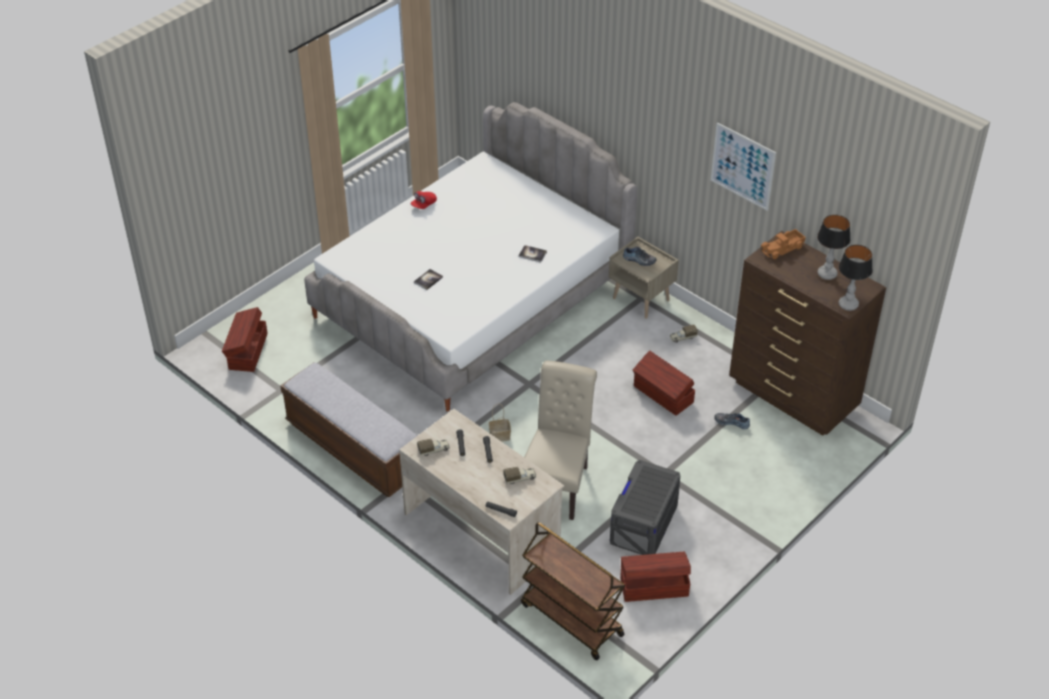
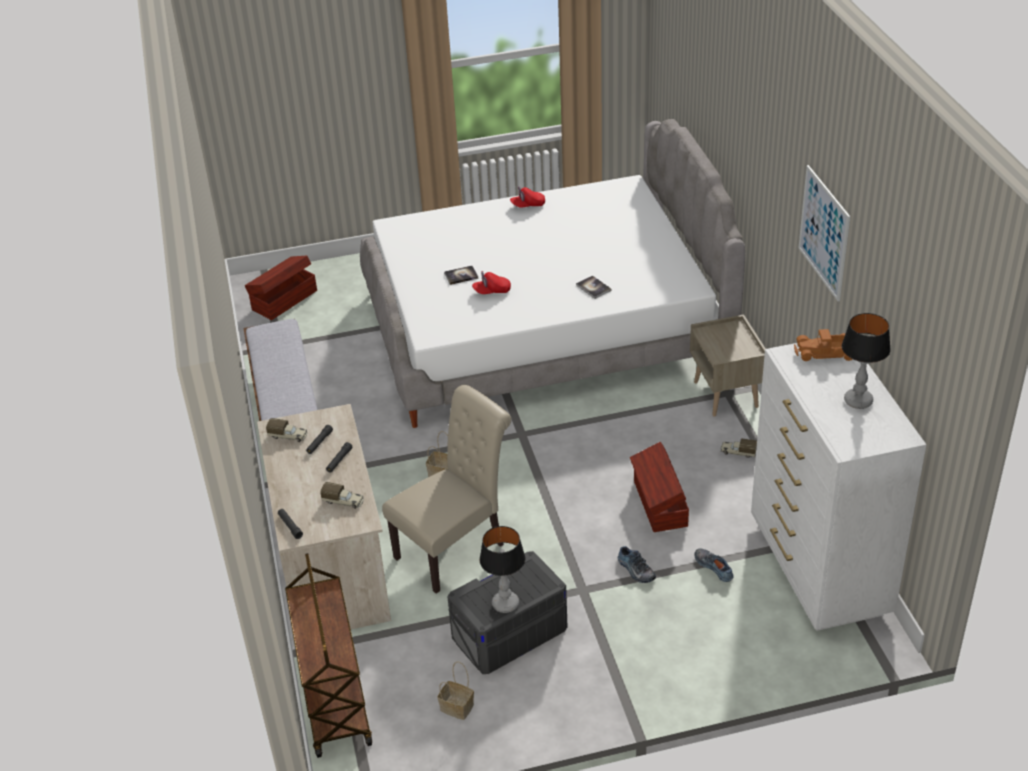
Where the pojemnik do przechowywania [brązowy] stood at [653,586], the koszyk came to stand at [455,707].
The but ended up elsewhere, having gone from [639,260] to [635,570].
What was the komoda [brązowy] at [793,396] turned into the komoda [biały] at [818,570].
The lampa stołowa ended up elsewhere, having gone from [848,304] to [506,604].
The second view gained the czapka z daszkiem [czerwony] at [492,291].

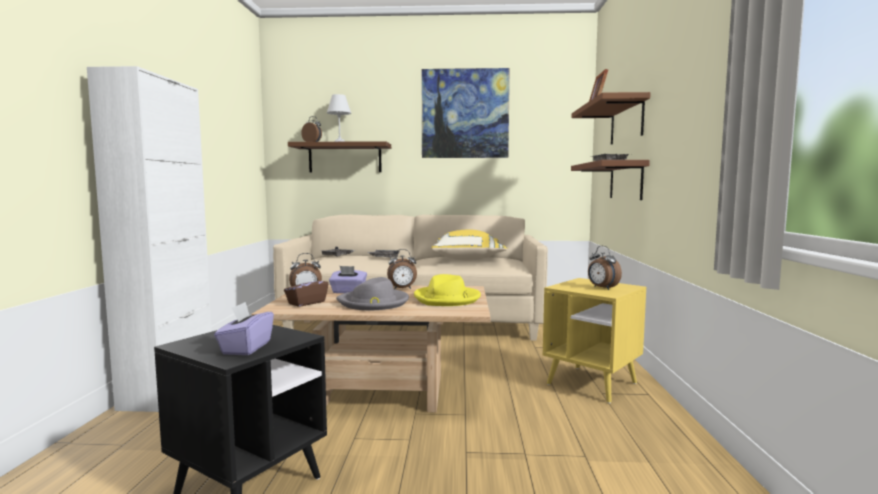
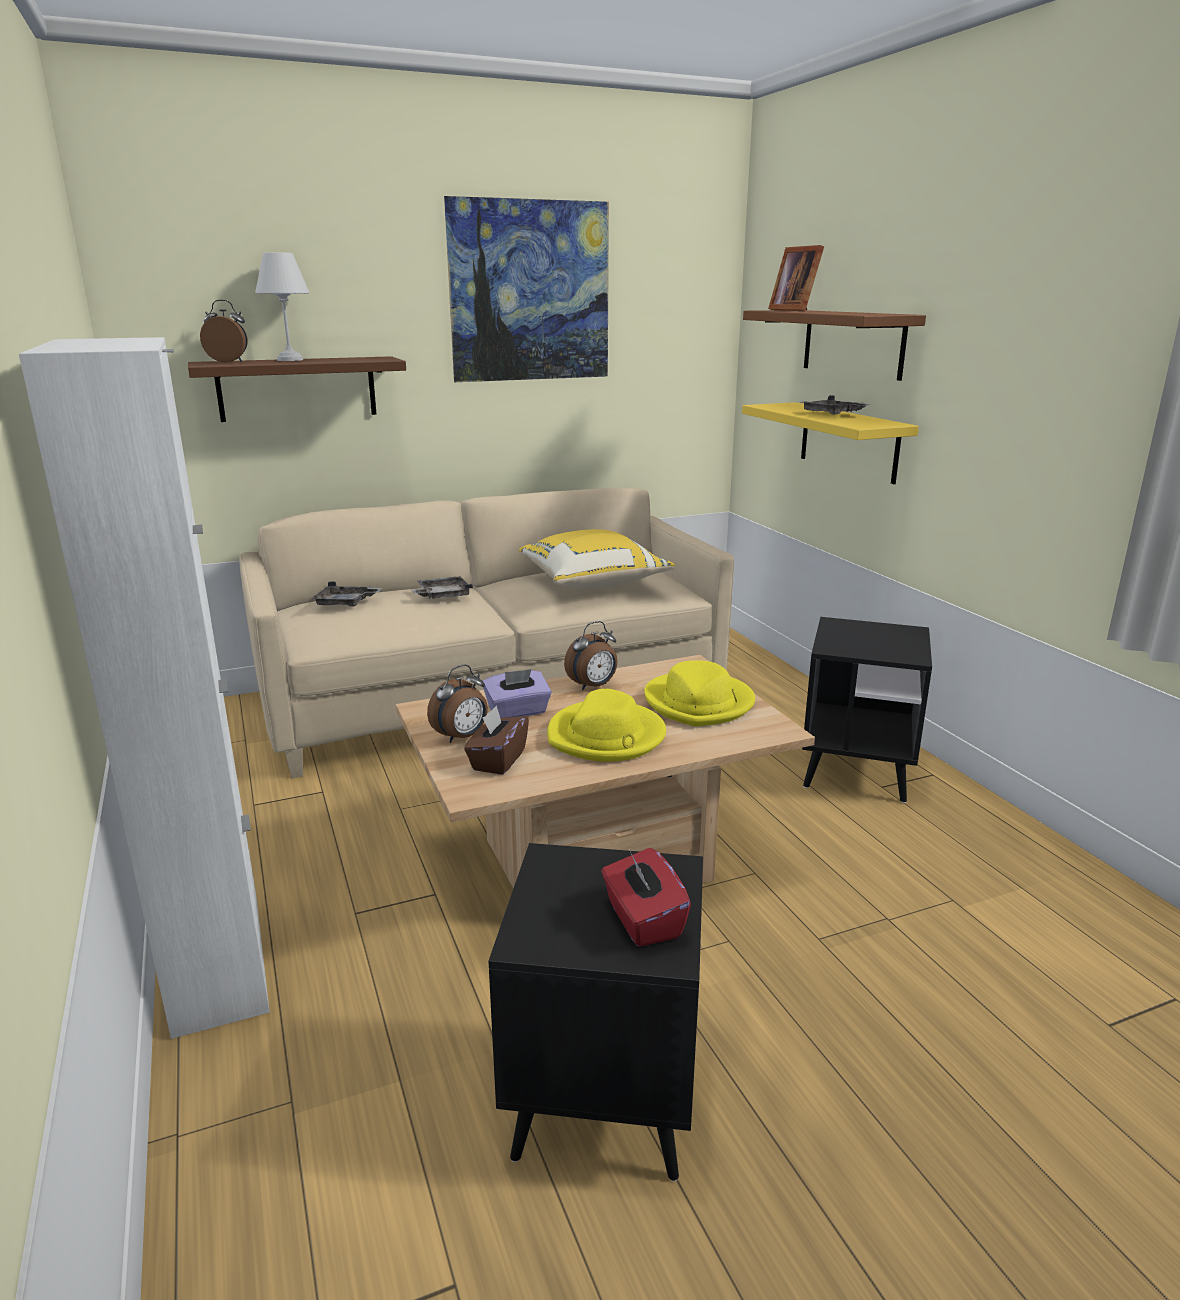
What was the pudełko chusteczek [fioletowy] at [246,348] turned into the pudełko chusteczek [czerwony] at [642,920].
What was the kapelusz [szary] at [374,303] turned into the kapelusz [żółty] at [606,736].
What was the stolik [żółty] at [591,383] turned into the stolik [czarny] at [856,772].
What was the półka [brązowy] at [626,181] turned into the półka [żółty] at [848,441].
The second view lost the budzik at [602,288].

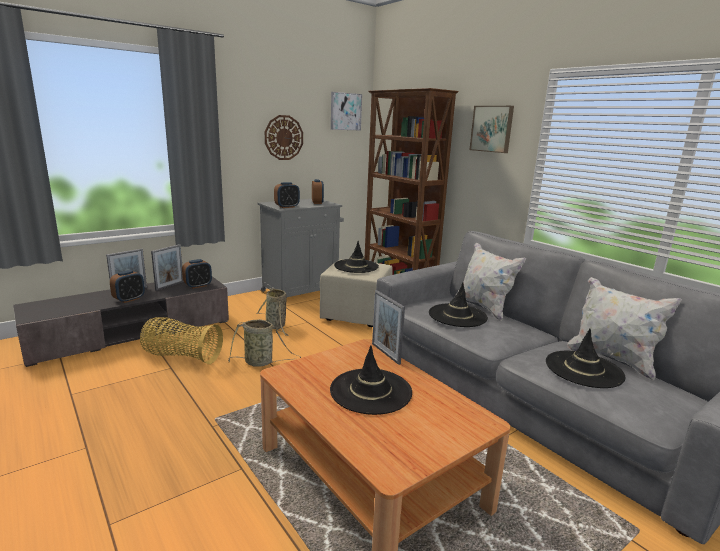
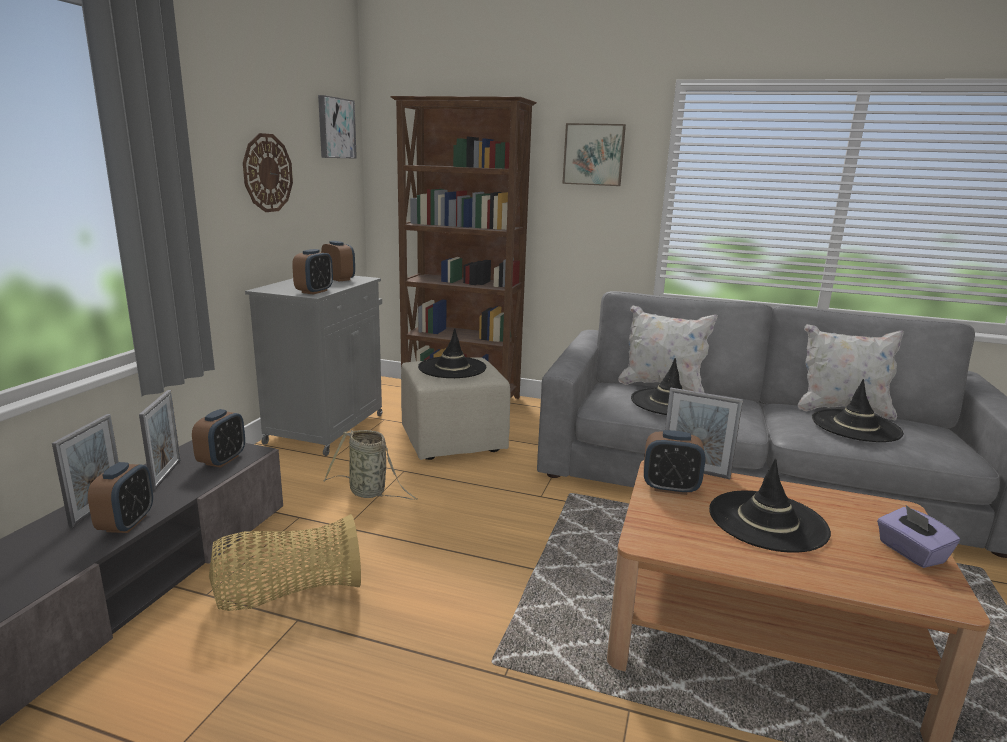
The second view lost the koszyk at [261,362].
The second view gained the budzik at [670,488].
The second view gained the pudełko chusteczek [fioletowy] at [910,552].

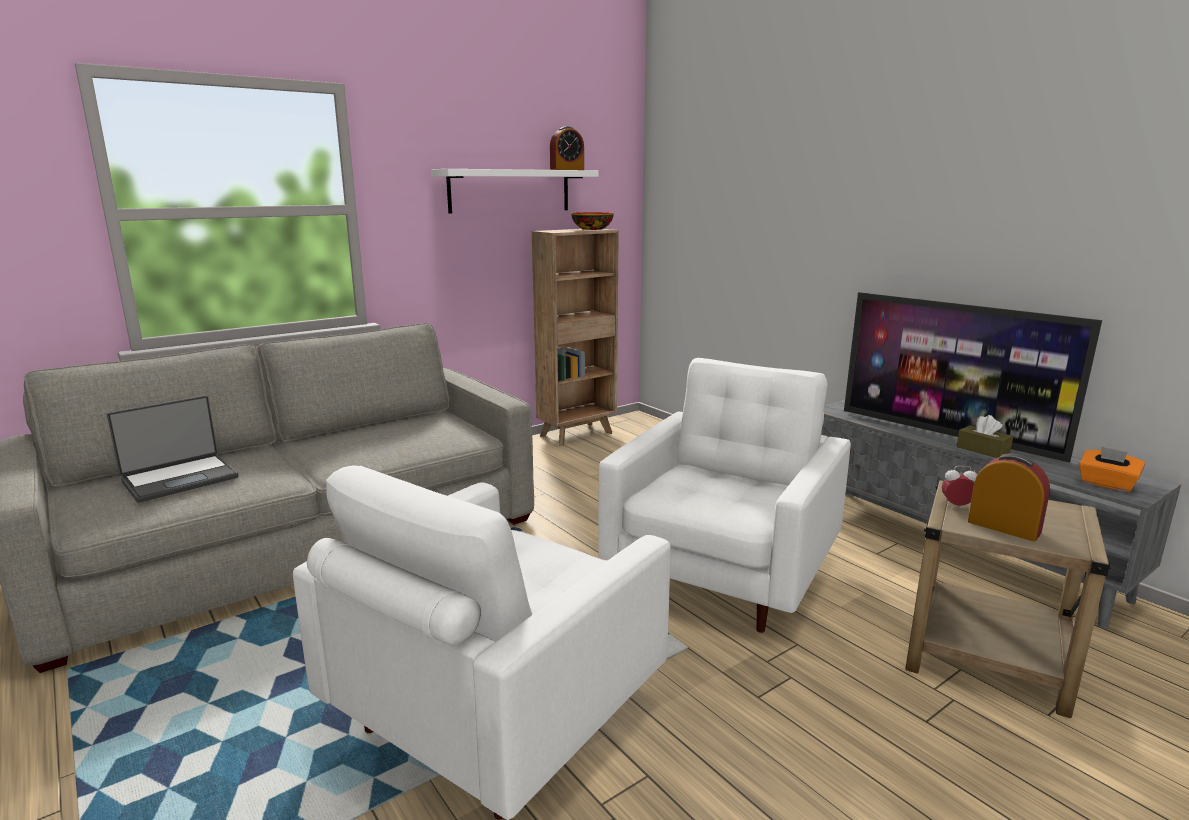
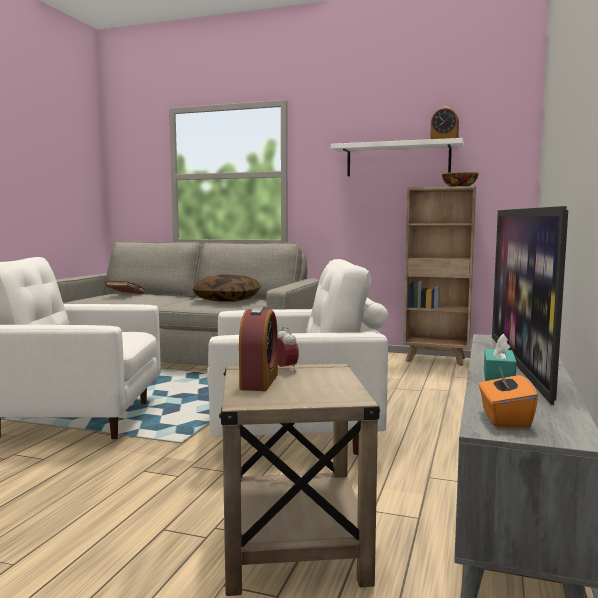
Where the laptop stood at [180,479], the książka [brązowy] came to stand at [126,295].
What was the pudełko chusteczek [brązowy] at [982,450] turned into the pudełko chusteczek [turkusowy] at [498,377].
The second view gained the poduszka at [227,300].

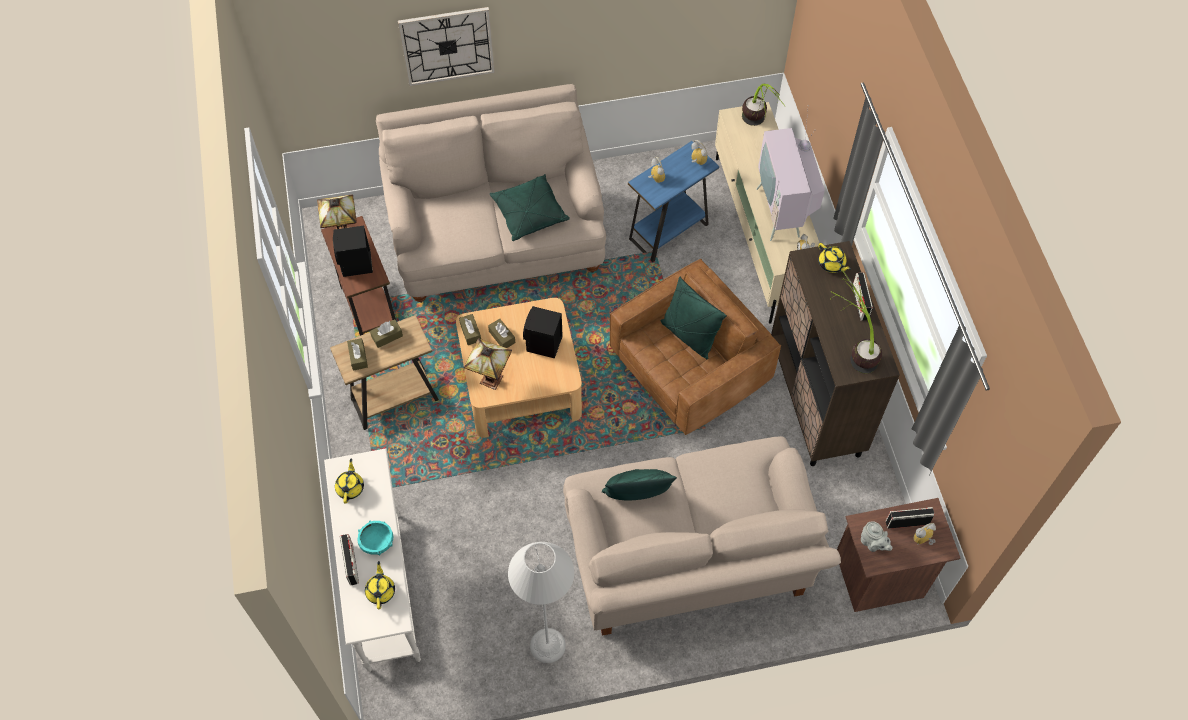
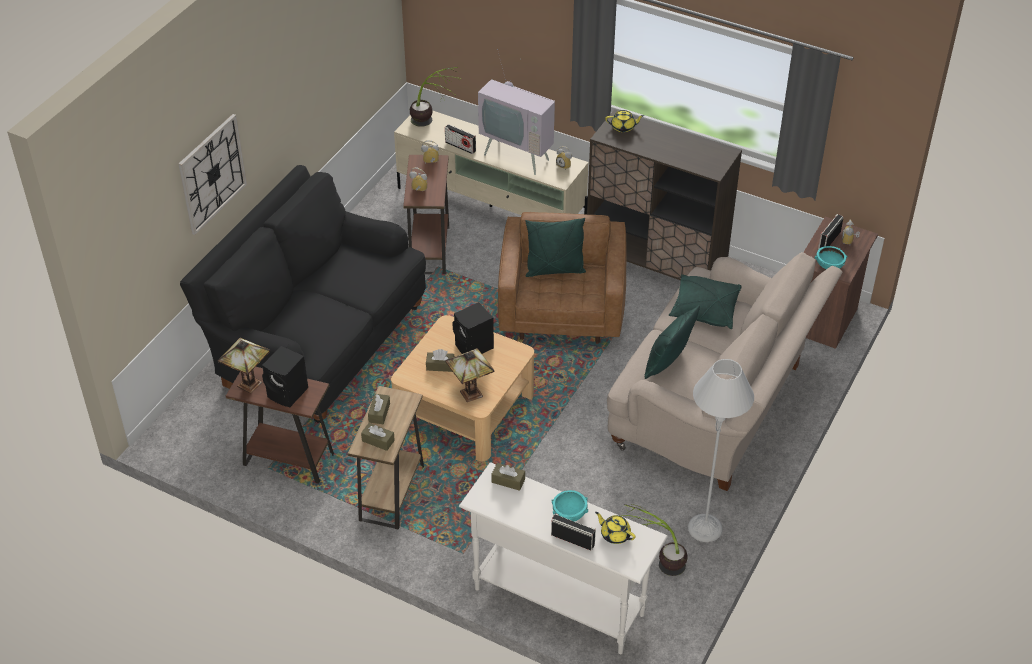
The second view lost the imbryk [żółty] at [350,487].
What was the kanapa [beżowy] at [497,239] turned into the kanapa [czarny] at [317,345].
The pudełko chusteczek [brązowy] ended up elsewhere, having gone from [470,332] to [508,480].
The poduszka [zielony] ended up elsewhere, having gone from [529,214] to [704,310].
What was the stolik [niebieski] at [668,232] turned into the stolik [brązowy] at [429,250].
The roślina doniczkowa ended up elsewhere, having gone from [852,348] to [655,563].
The radio ended up elsewhere, having gone from [860,302] to [460,146].
Where the imbryk [szary] stood at [873,544], the miska [turkusowy] came to stand at [829,265].

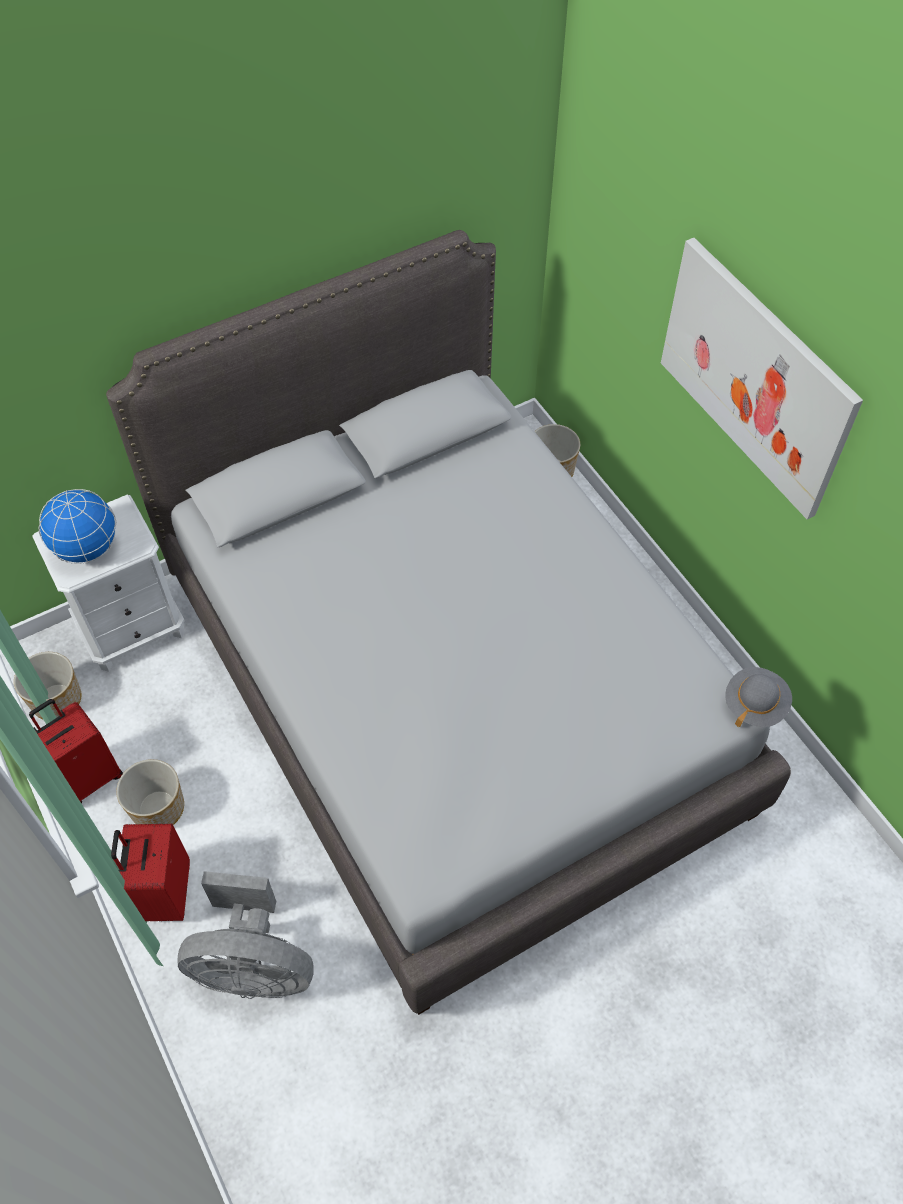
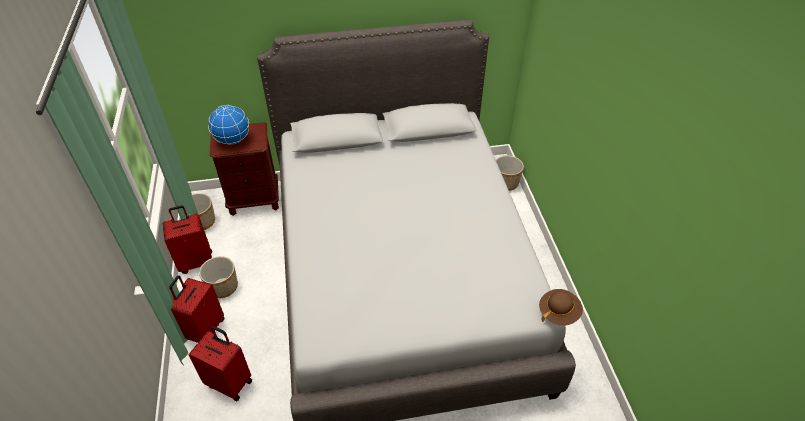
What was the szafka nocna [biały] at [133,629] turned into the szafka nocna [brązowy] at [254,200].
Where the wentylator [szary] stood at [253,966], the walizka [czerwony] came to stand at [230,382].
The second view lost the obraz at [755,377].
What was the kapelusz [szary] at [754,704] turned into the kapelusz [brązowy] at [558,312].

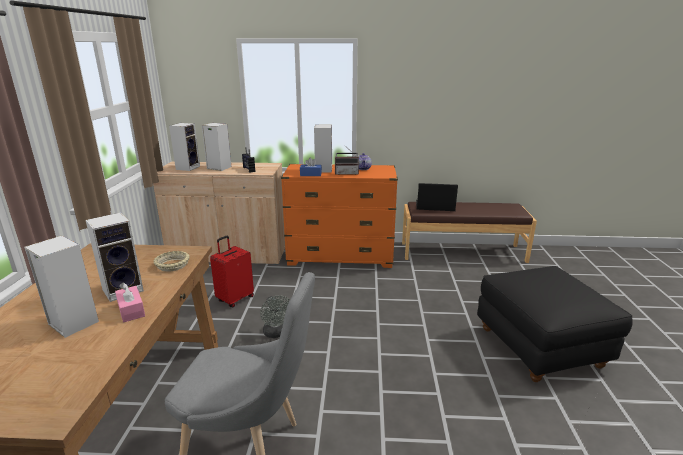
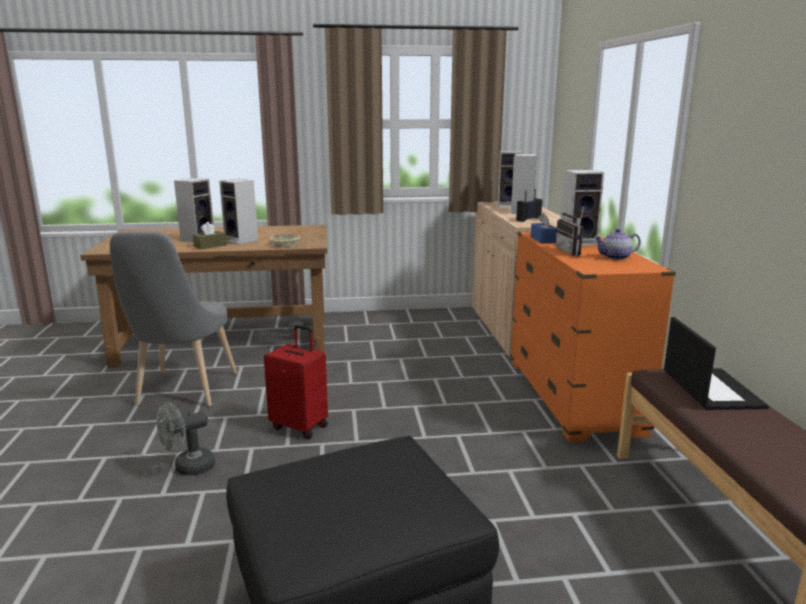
What was the pudełko chusteczek [różowy] at [131,310] turned into the pudełko chusteczek [brązowy] at [210,246].
The walizka [czerwony] ended up elsewhere, having gone from [235,299] to [300,426].
The wentylator [szary] ended up elsewhere, having gone from [276,333] to [188,468].

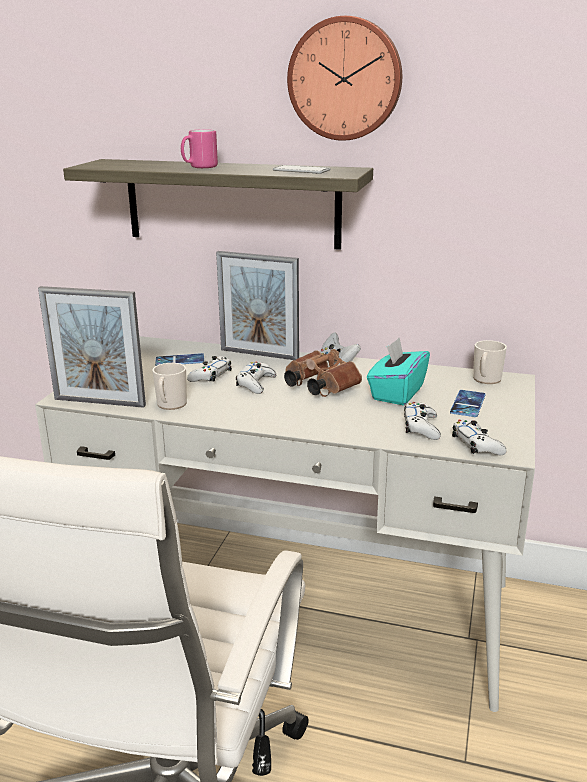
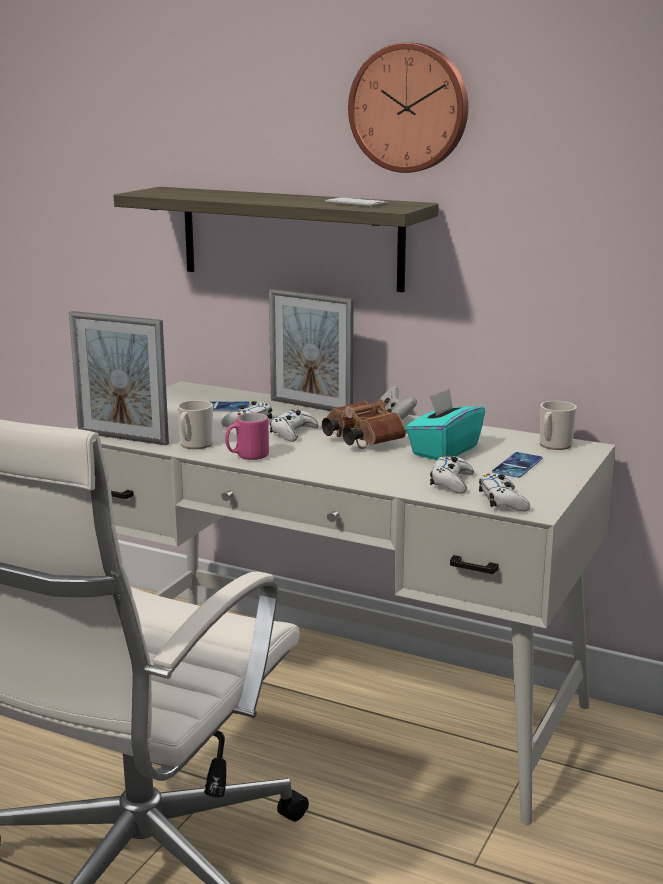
The kubek [różowy] ended up elsewhere, having gone from [199,167] to [247,456].

